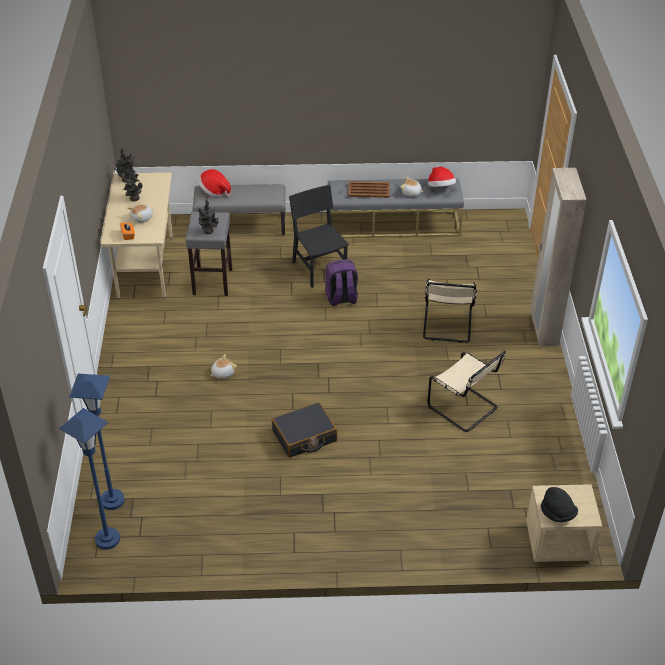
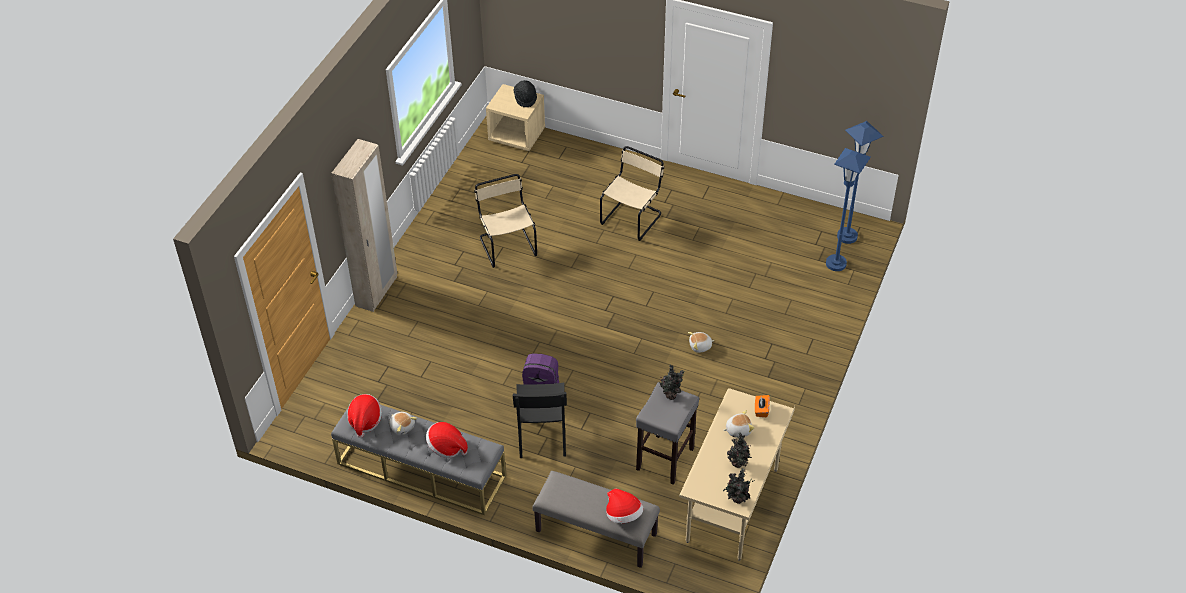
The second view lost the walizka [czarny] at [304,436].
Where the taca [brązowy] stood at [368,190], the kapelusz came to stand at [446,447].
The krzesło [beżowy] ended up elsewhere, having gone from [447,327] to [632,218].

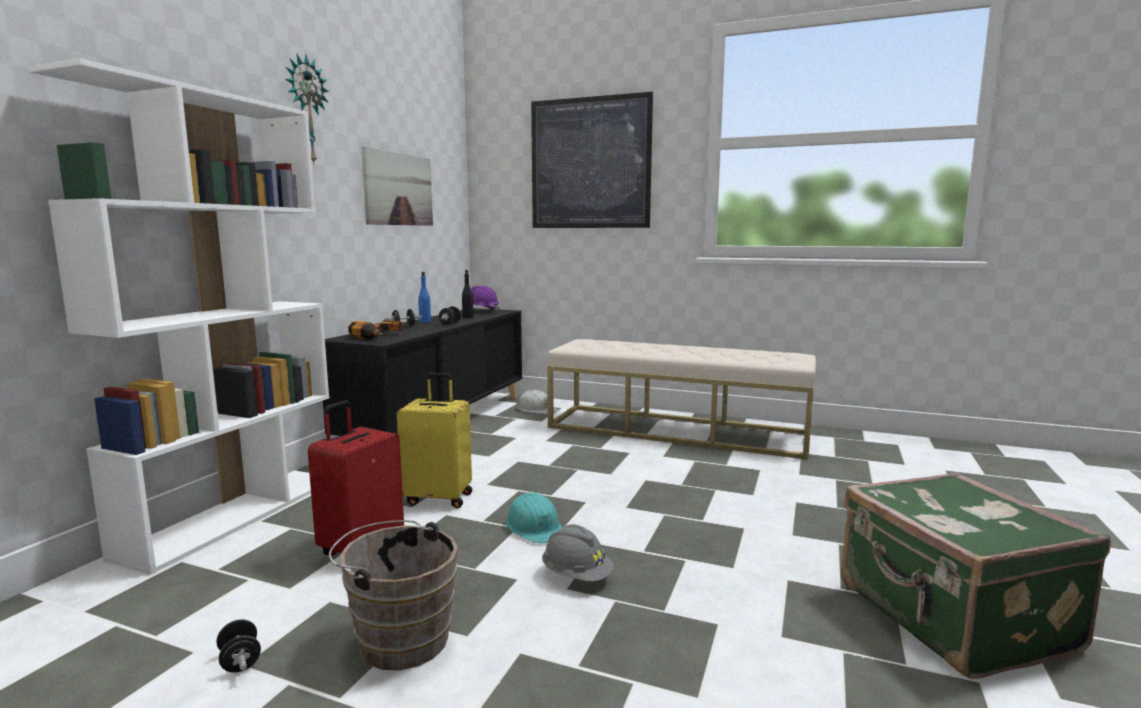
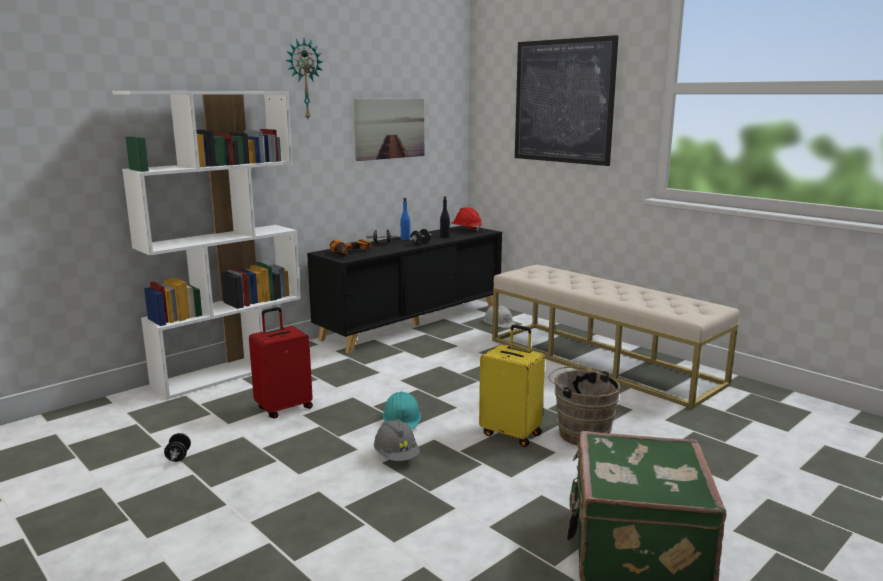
The wiadro [brązowy] ended up elsewhere, having gone from [399,638] to [580,432].
The walizka [żółty] ended up elsewhere, having gone from [439,498] to [511,433].
What was the kask [fioletowy] at [481,311] turned into the kask [czerwony] at [466,230].

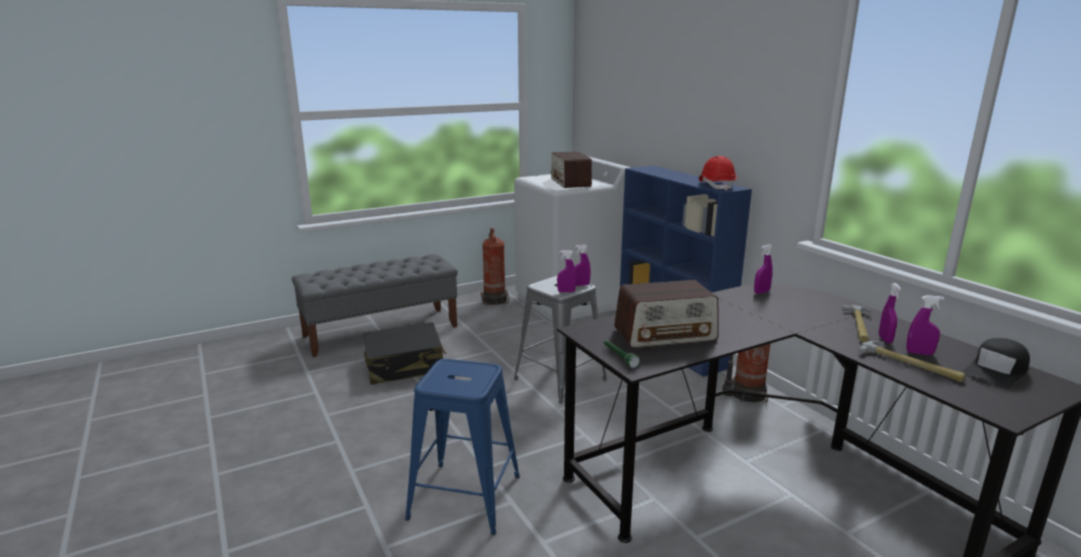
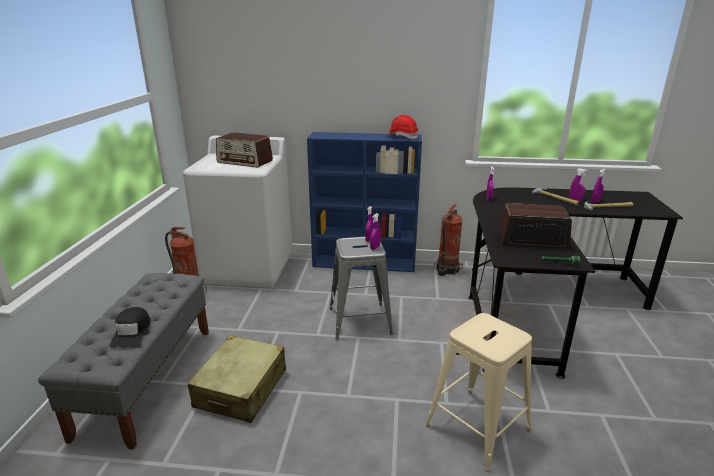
What was the walizka [czarny] at [405,365] turned into the walizka [beżowy] at [241,388].
What was the stołek [niebieski] at [464,497] turned into the stołek [beżowy] at [477,427].
The radio at [665,334] ended up facing another way, 105 degrees counterclockwise from before.
The czapka z daszkiem [czarny] ended up elsewhere, having gone from [996,371] to [131,332].

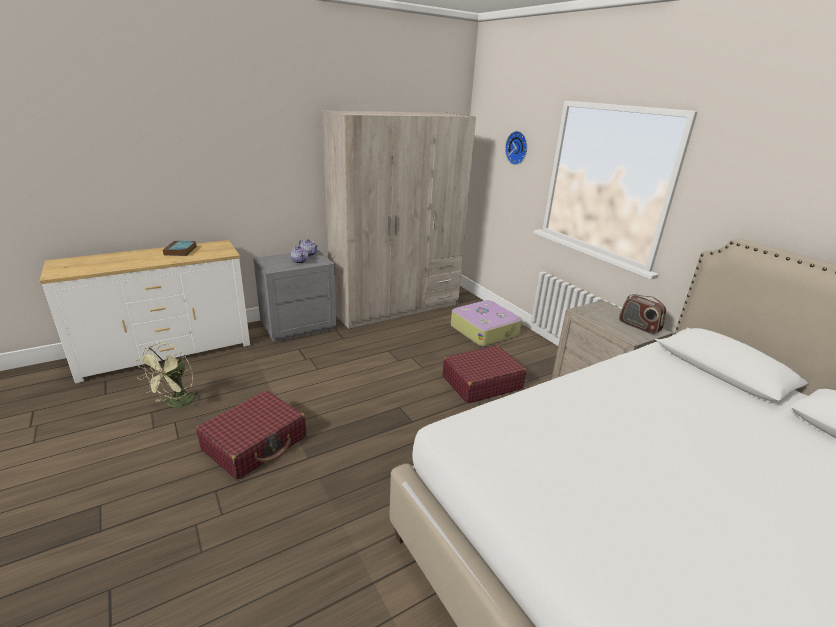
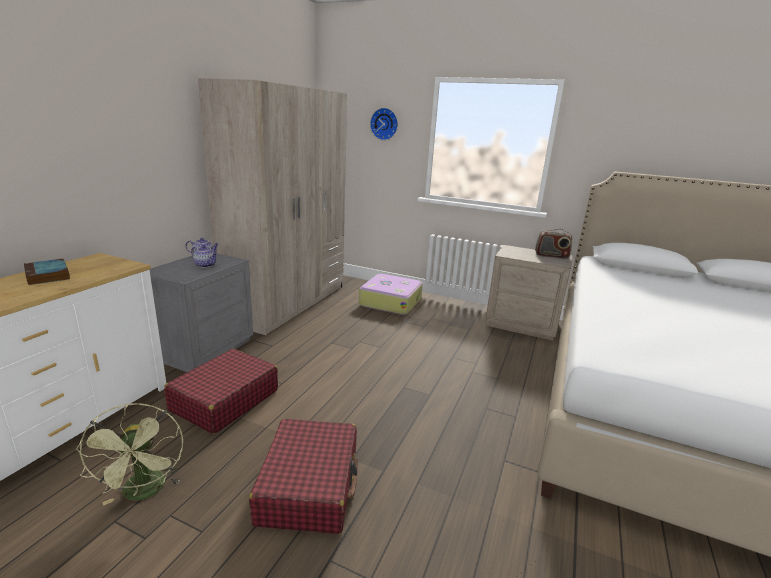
The walizka [czerwony] ended up elsewhere, having gone from [481,383] to [224,400].

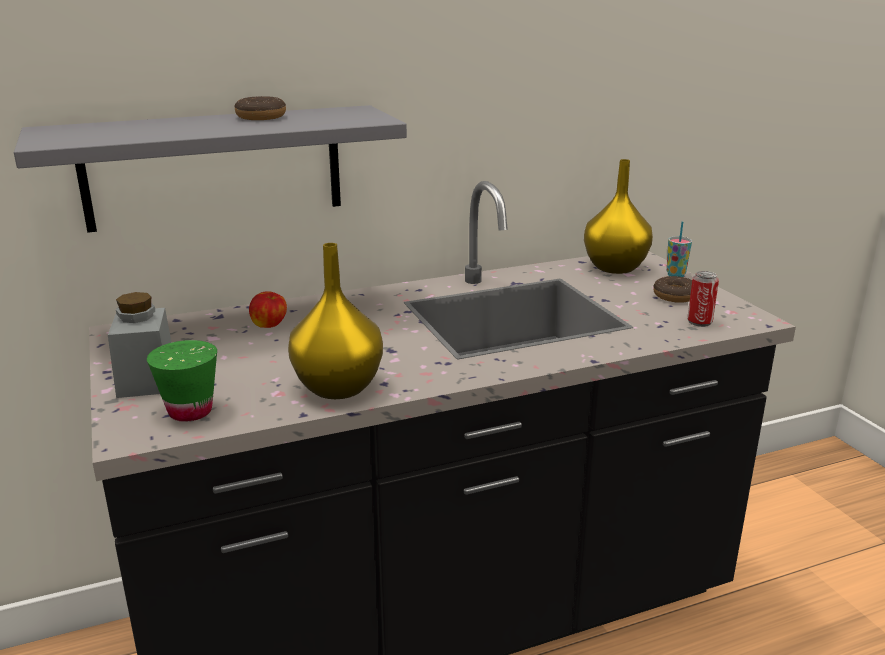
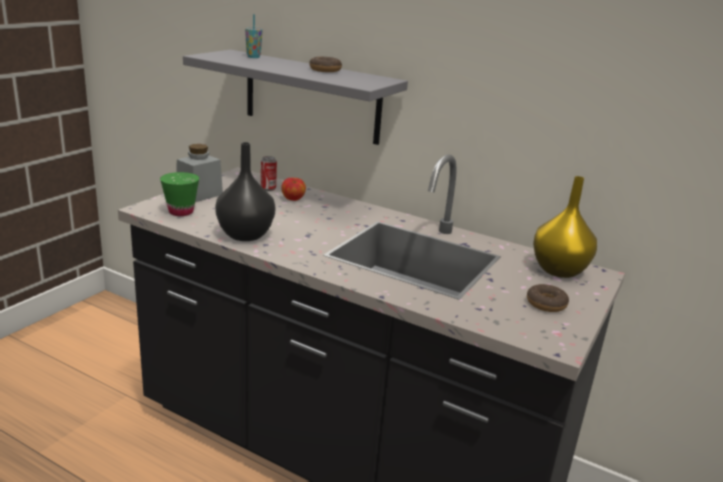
What was the wazon [żółty] at [338,386] turned into the wazon [czarny] at [246,235].
The filiżanka ended up elsewhere, having gone from [675,275] to [253,57].
The puszka ended up elsewhere, having gone from [699,322] to [268,188].

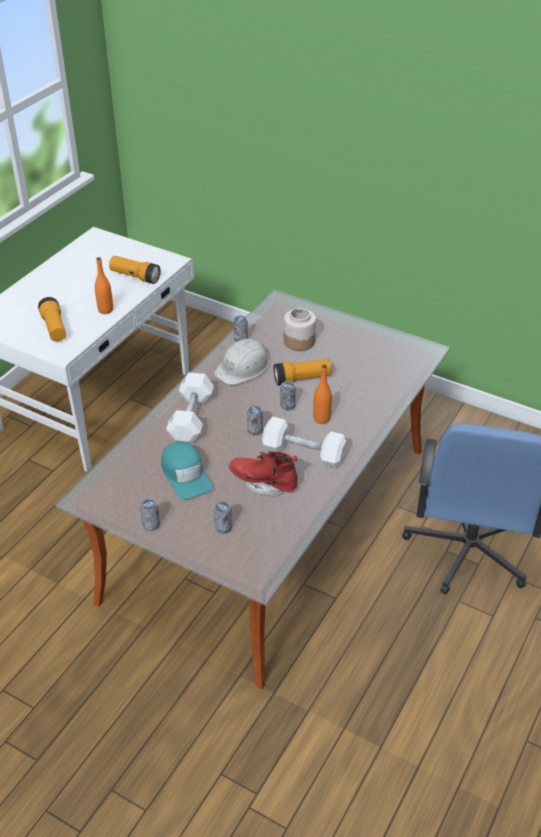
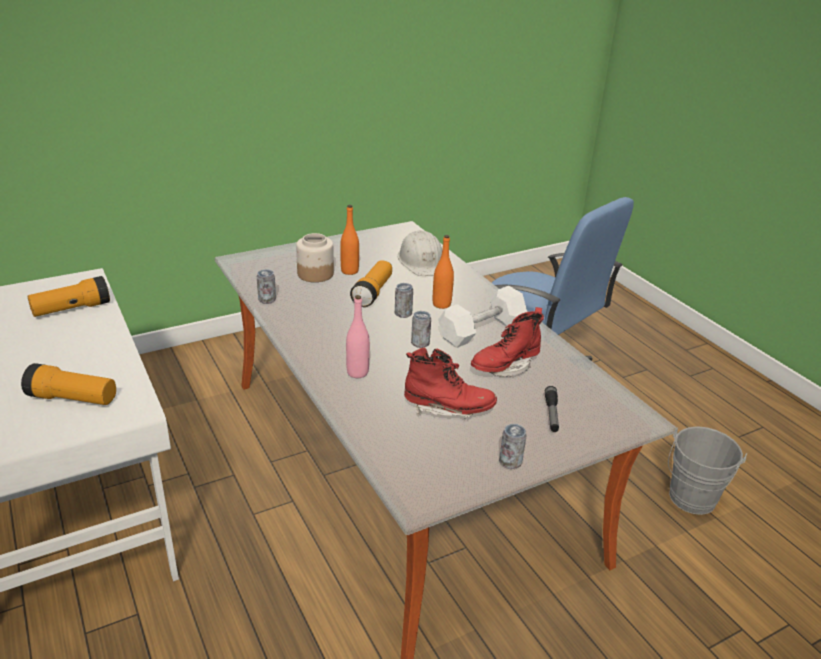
The butelka [pomarańczowy] ended up elsewhere, having gone from [105,310] to [349,271].
Where the czapka z daszkiem [turkusowy] stood at [185,475], the but z cholewką [czerwony] came to stand at [448,409].
Where the hantel [biały] stood at [191,418], the butelka [różowy] came to stand at [357,372].
Where the puszka stood at [223,527], the latarka came to stand at [551,414].
The kask [biały] ended up elsewhere, having gone from [243,367] to [422,262].
The second view gained the wiadro [szary] at [690,501].

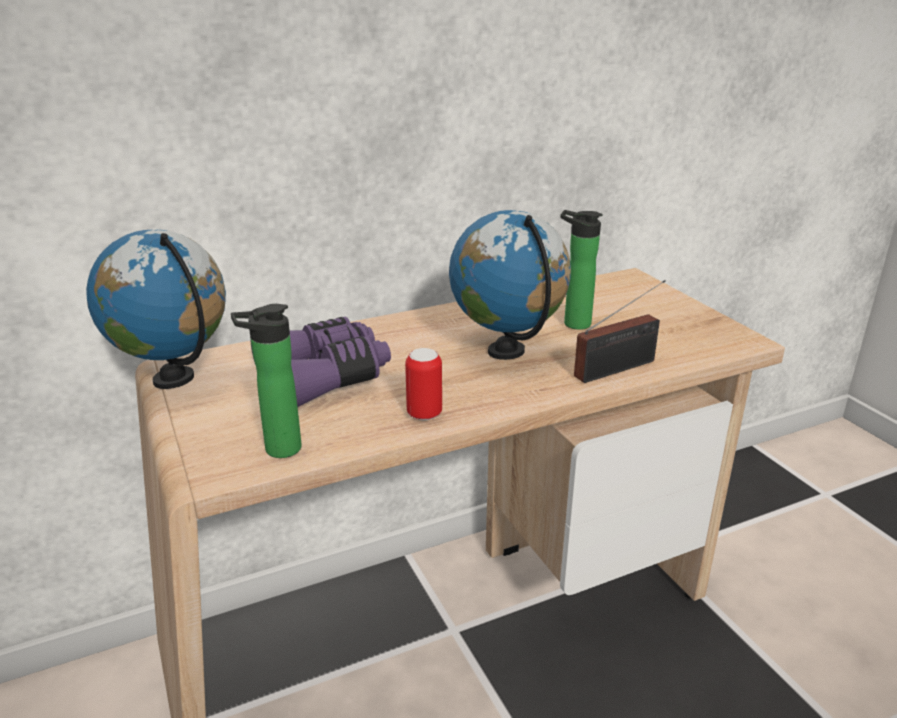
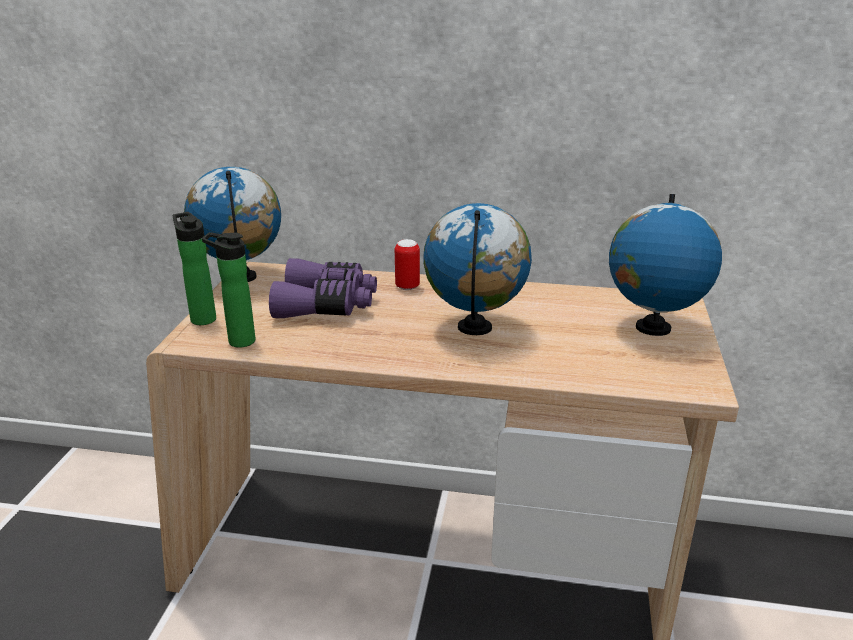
The puszka ended up elsewhere, having gone from [424,414] to [407,286].
The butelka ended up elsewhere, having gone from [573,323] to [202,318].
The second view lost the radio at [619,368].
The second view gained the globus at [652,328].

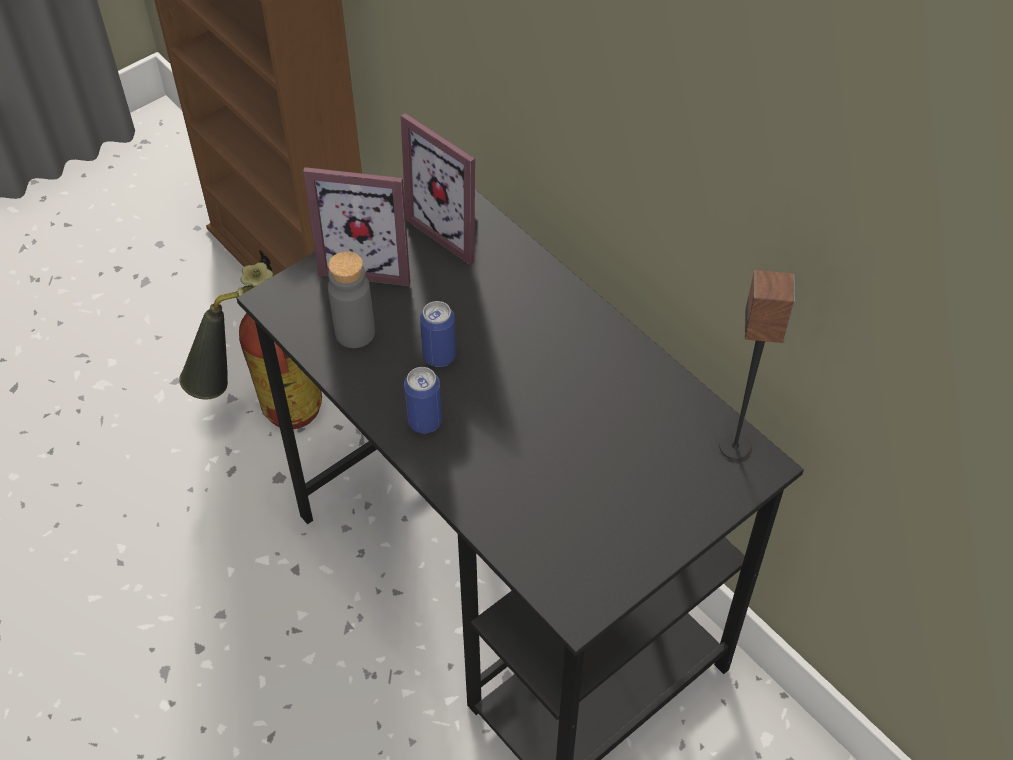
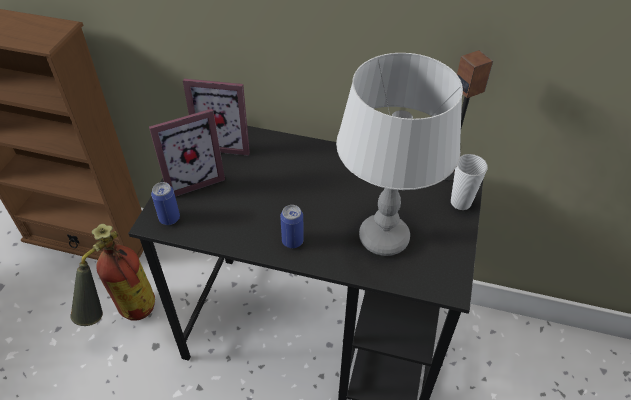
The second view lost the butelka [szary] at [355,333].
The puszka ended up elsewhere, having gone from [439,356] to [169,218].
The second view gained the lampa stołowa [szary] at [383,238].
The second view gained the filiżanka at [460,202].

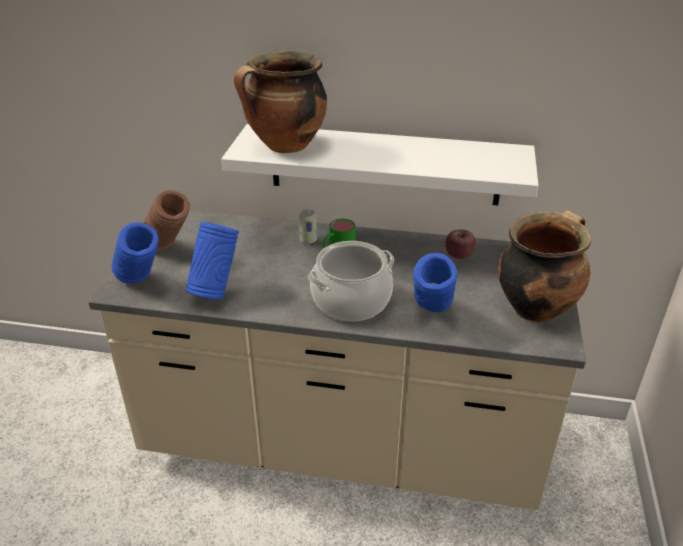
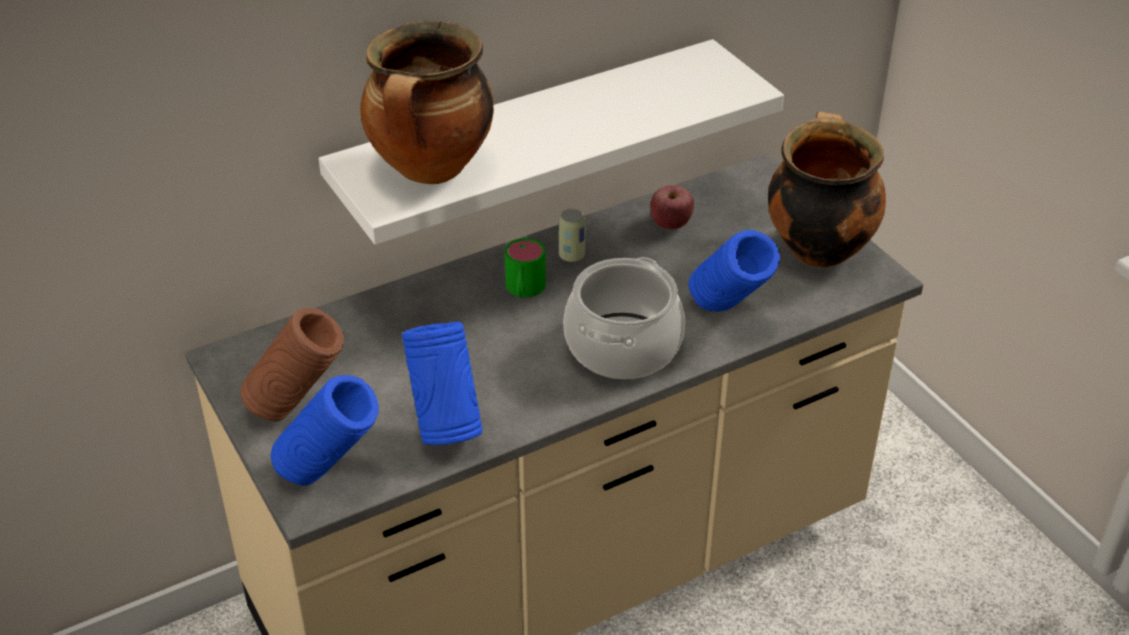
The puszka ended up elsewhere, having gone from [308,240] to [571,256].

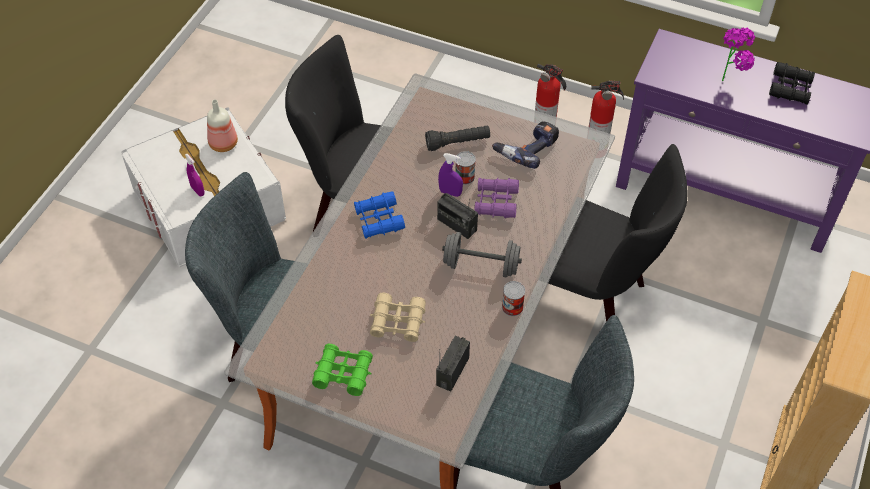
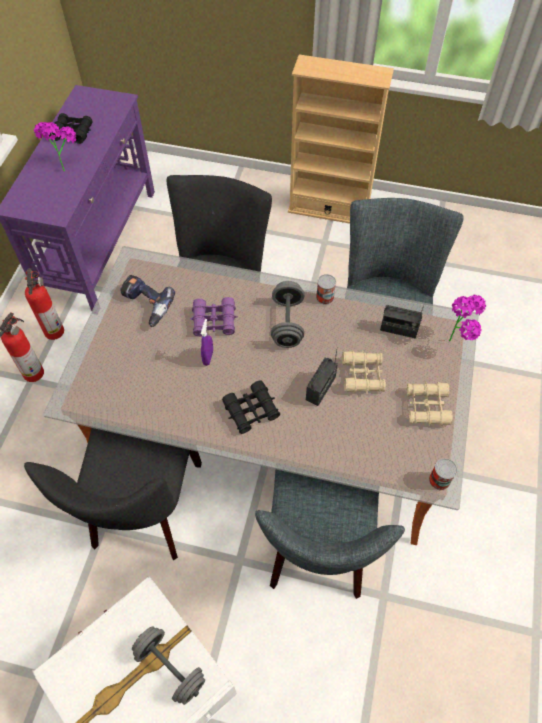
Where the spryskiwacz [fioletowy] stood at [198,190], the hantel [szary] came to stand at [170,667].
The second view lost the butelka at [223,144].
What was the lornetka [zielony] at [343,373] turned into the lornetka [beżowy] at [427,407].
What was the lornetka [niebieski] at [379,220] turned into the lornetka [czarny] at [251,410].
The second view lost the latarka [czarny] at [458,143].
The radio ended up elsewhere, having gone from [457,225] to [320,388].
The puszka ended up elsewhere, having gone from [465,177] to [439,480].
The second view gained the roślina doniczkowa at [458,341].

